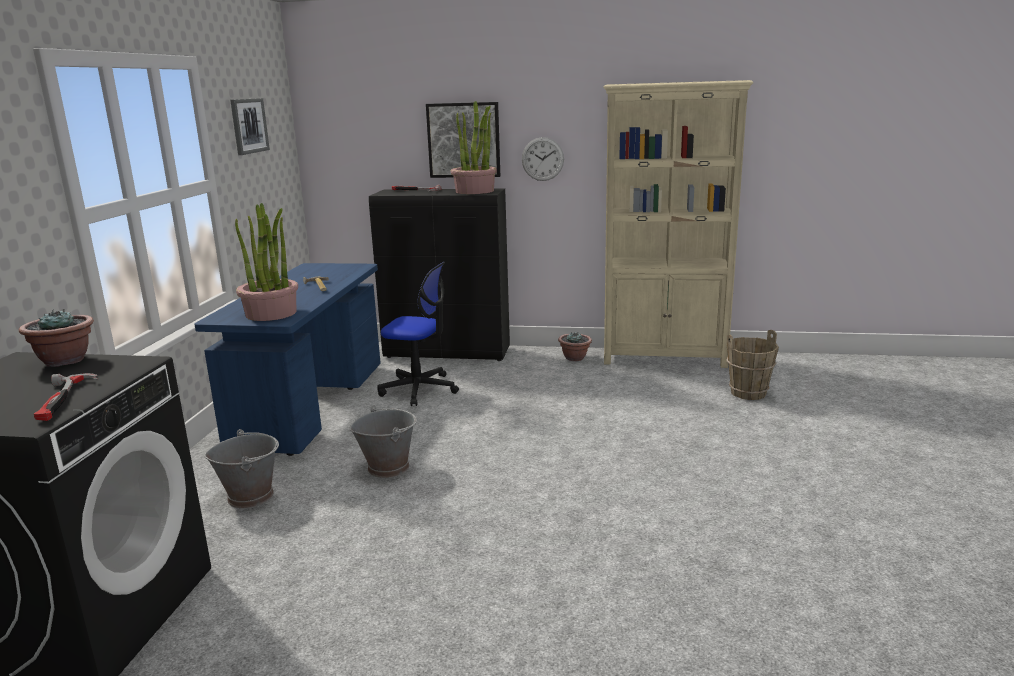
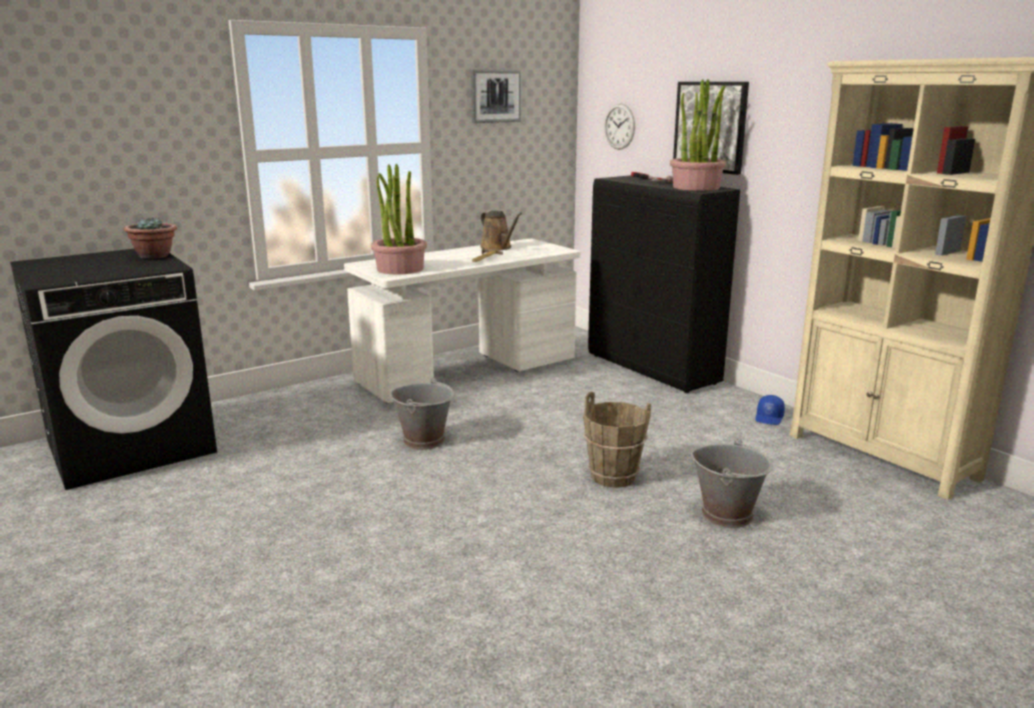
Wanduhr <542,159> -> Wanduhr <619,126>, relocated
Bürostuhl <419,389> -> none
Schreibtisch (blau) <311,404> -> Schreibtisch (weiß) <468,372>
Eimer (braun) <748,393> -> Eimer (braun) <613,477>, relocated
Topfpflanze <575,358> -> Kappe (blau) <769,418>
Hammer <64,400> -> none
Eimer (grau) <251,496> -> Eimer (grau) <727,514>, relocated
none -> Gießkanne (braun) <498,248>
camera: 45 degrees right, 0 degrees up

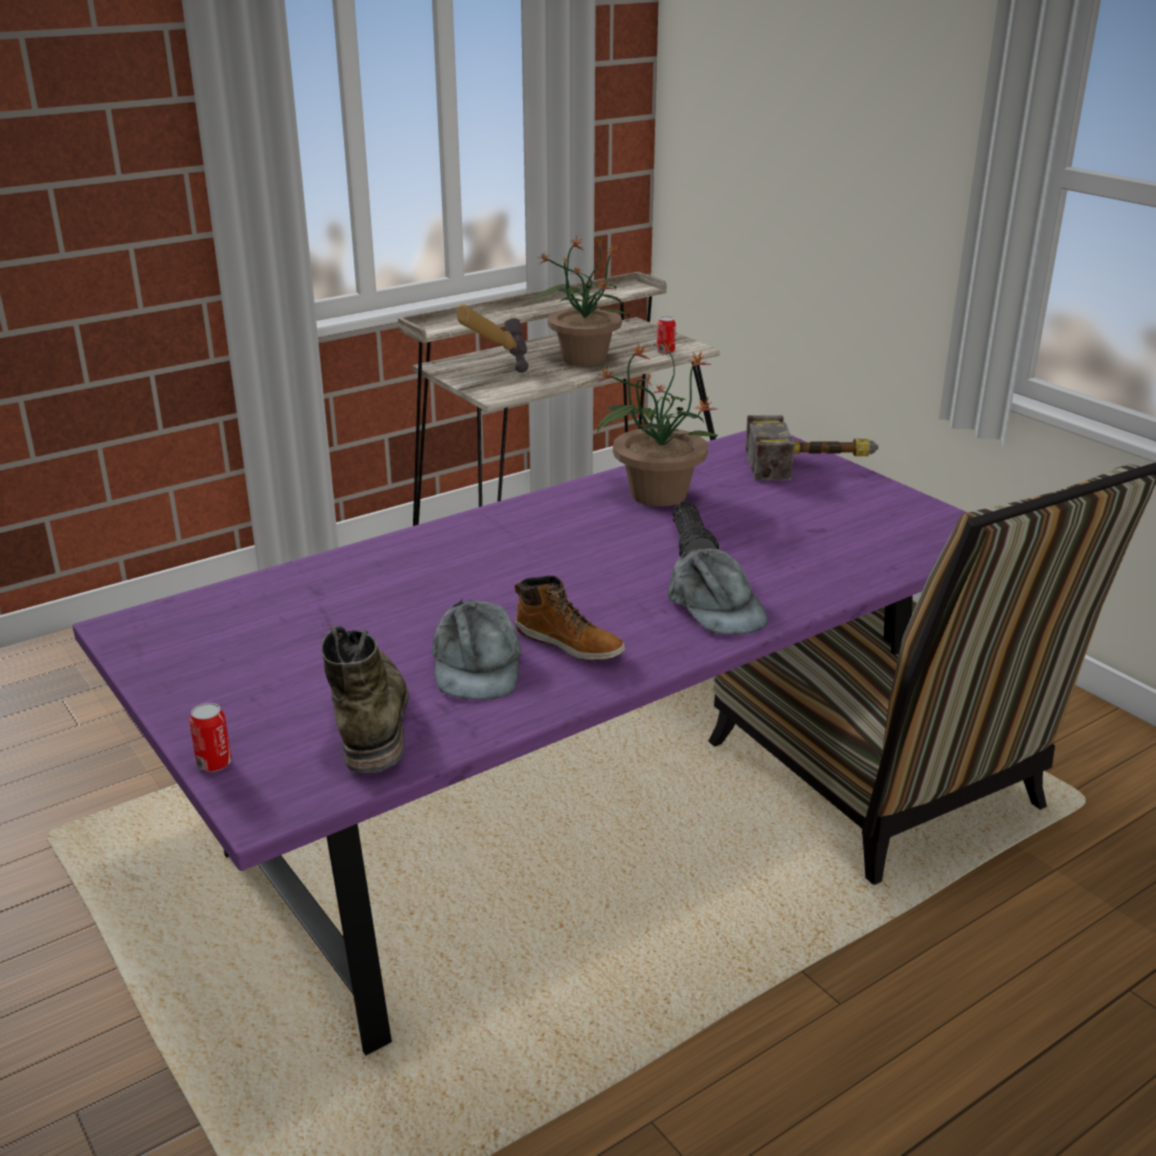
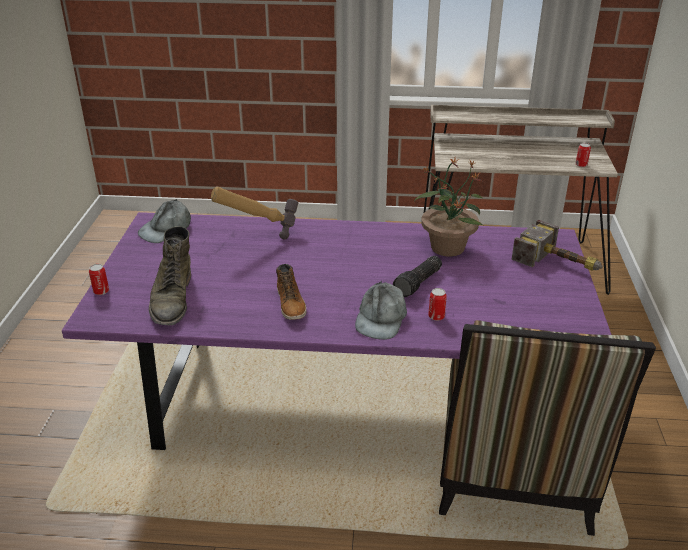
Topfpflanze <583,358> -> none
Hammer <492,379> -> Hammer <258,238>, relocated
Kappe (grau) <476,665> -> Kappe (grau) <166,228>, relocated
Stiefel (grün) <369,717> -> Stiefel (grün) <172,299>, 150 degrees clockwise
none -> Dose <436,316>
camera: 40 degrees right, 5 degrees up

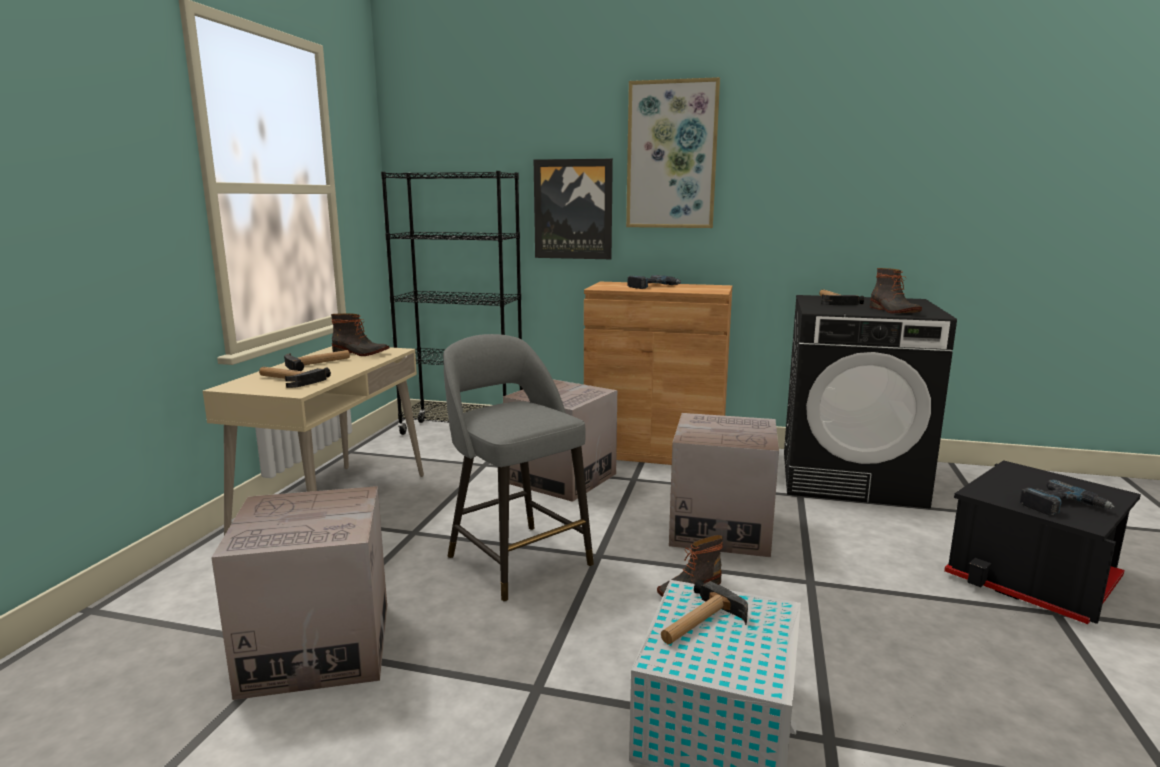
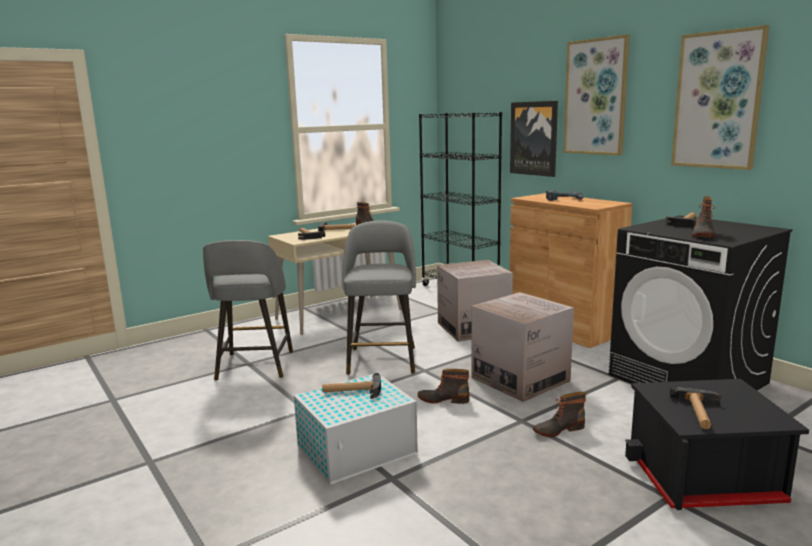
Bohrmaschine <1062,506> -> Hammer <699,413>
Karton <317,647> -> Hocker (grau) <254,366>
none -> Bild <718,100>
none -> Stiefel <558,429>
camera: 40 degrees right, 0 degrees up

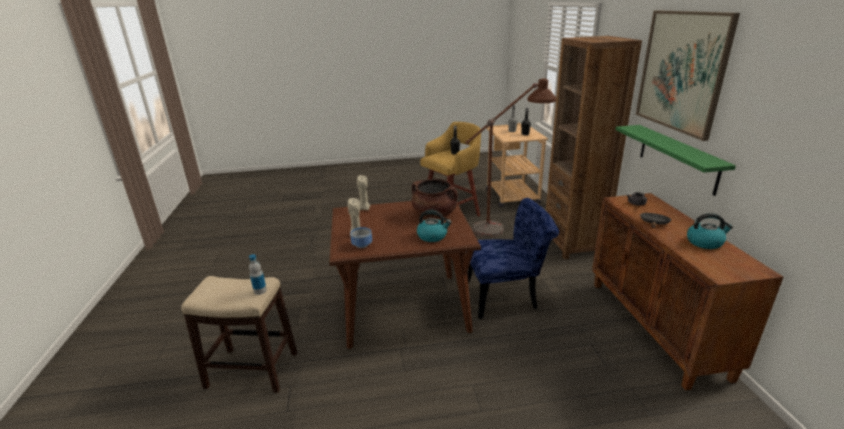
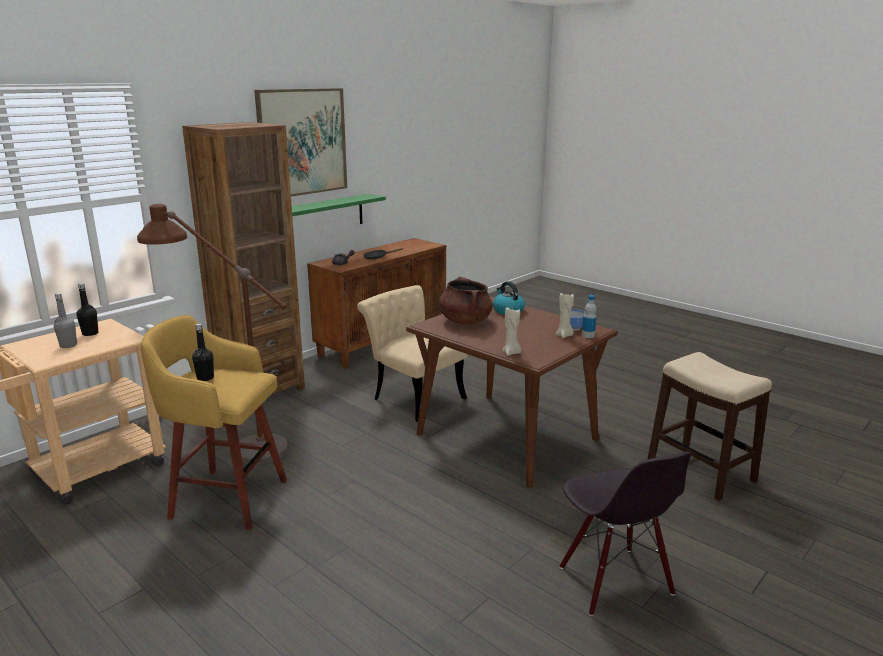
Stuhl (blau) <507,296> -> Stuhl (beige) <413,397>
Wasserkessel <705,242> -> none
Flasche <260,291> -> Flasche <588,335>, relocated
none -> Stuhl (schwarz) <614,581>
camera: 130 degrees left, 5 degrees down

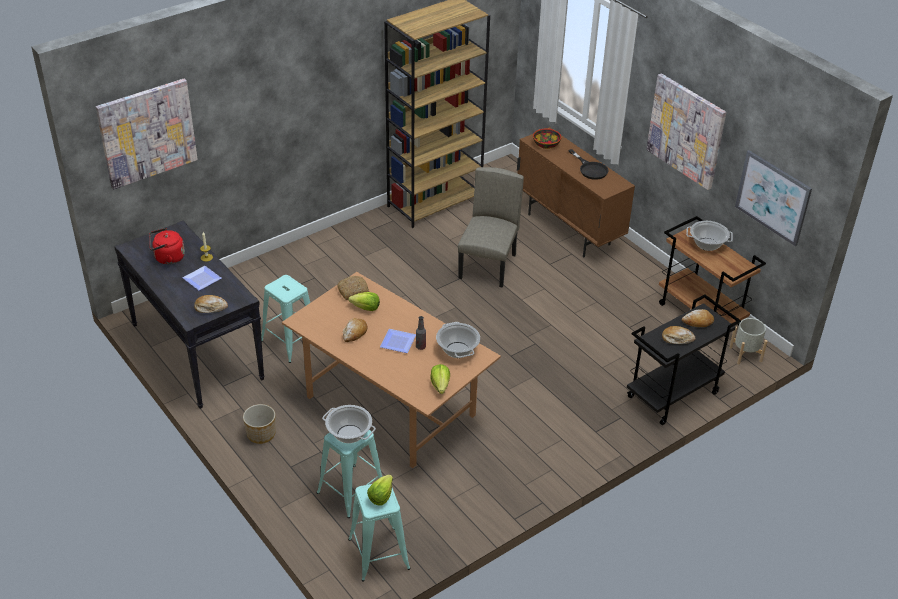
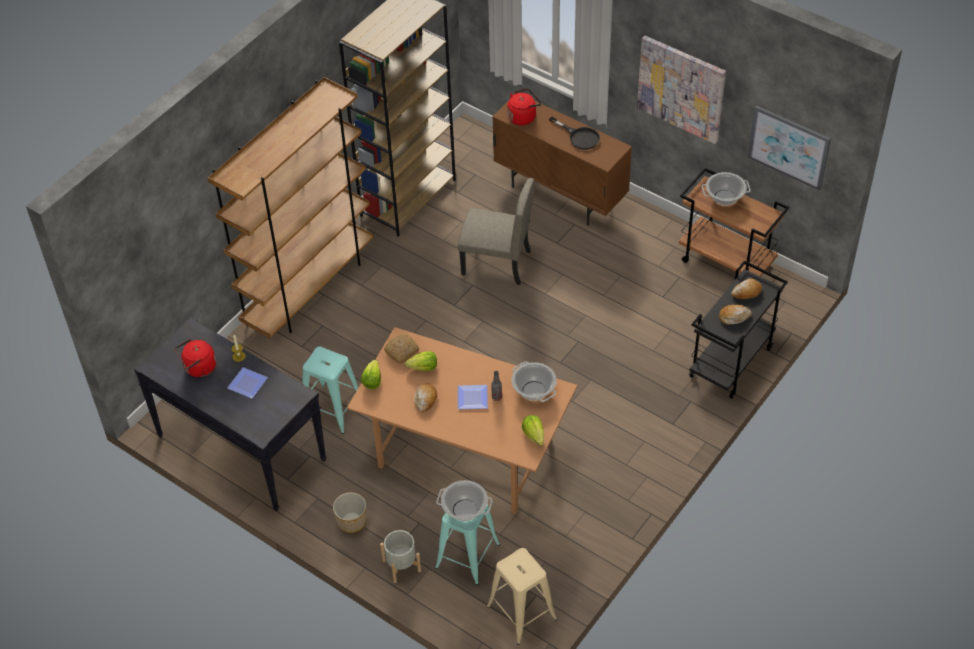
Bild <147,132> -> none
Schüssel <546,145> -> Wasserkessel (rot) <523,117>
Stuhl (beige) <488,266> -> Stuhl (beige) <496,263>, 105 degrees clockwise
Brot <210,307> -> none
Pflanzkübel (grau) <745,354> -> Pflanzkübel (grau) <401,566>, relocated
Salatkopf <381,496> -> Salatkopf <372,380>, relocated
Hocker (türkis) <379,554> -> Hocker (beige) <521,612>
none -> Bücherregal (braun) <309,288>
camera: 15 degrees left, 10 degrees up

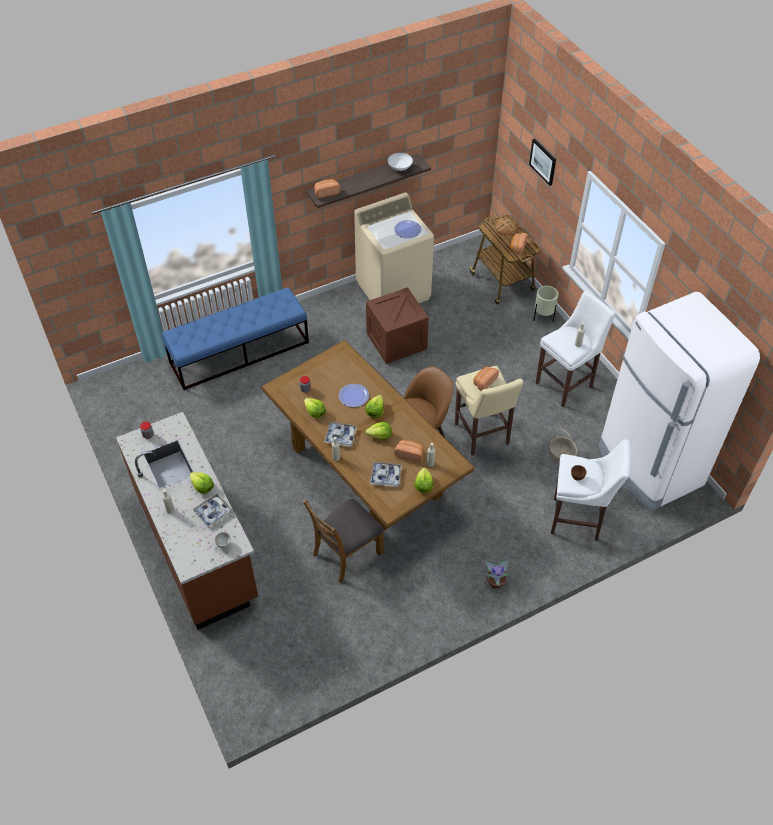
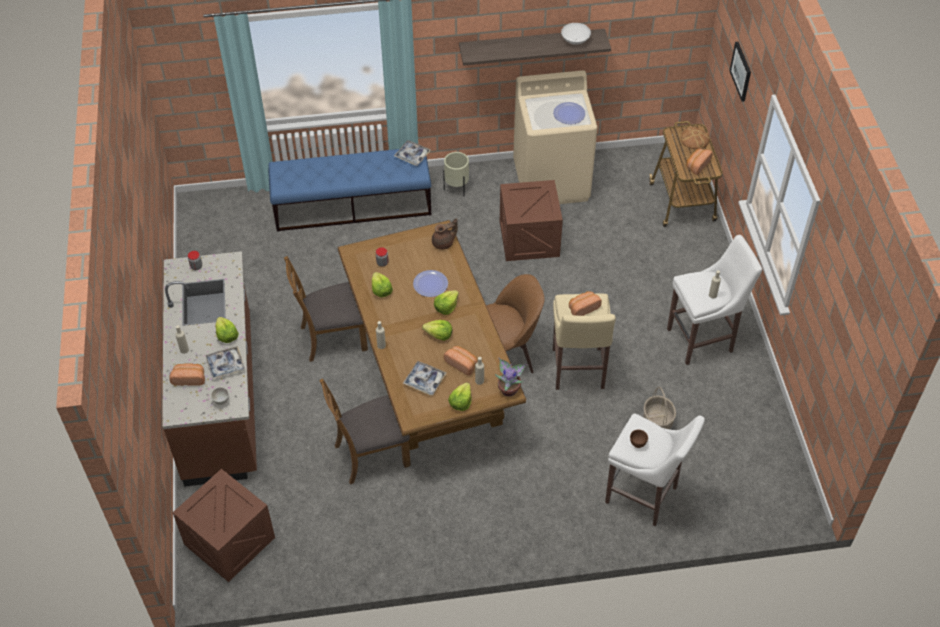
Brot <326,192> -> Brot <189,378>, relocated
Pflanzkübel (beige) <543,317> -> Pflanzkübel (beige) <457,189>, relocated
Kühlschrank (weiß) <649,467> -> none
Tablett <340,436> -> Tablett <412,155>, relocated
Topfpflanze <495,581> -> Topfpflanze <509,389>, relocated
none -> Teekanne (braun) <444,243>
none -> Stuhl (braun) <332,337>
none -> Kiste <229,541>
camera: 20 degrees right, 0 degrees up

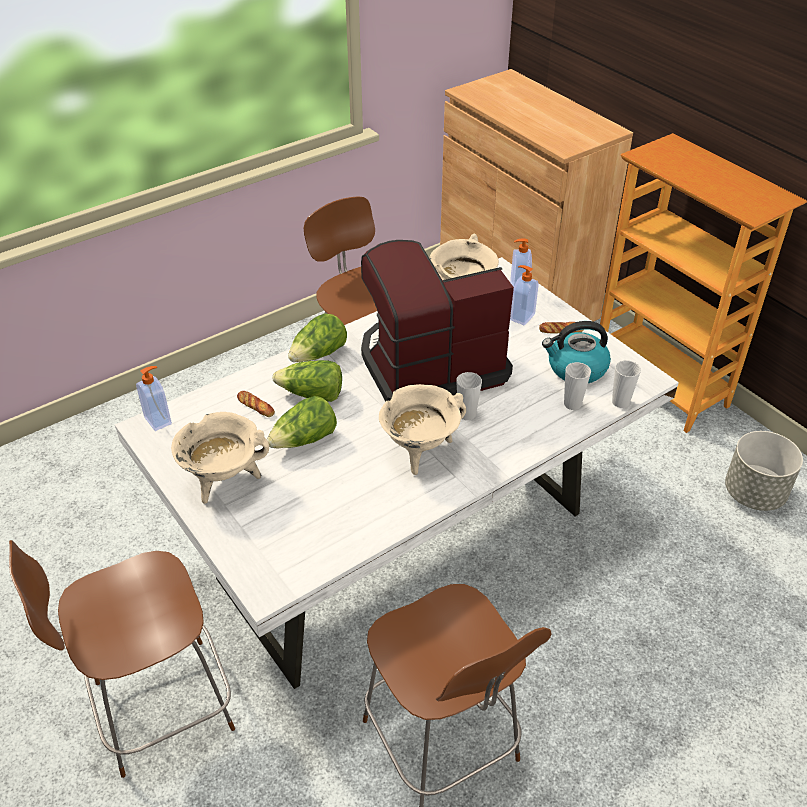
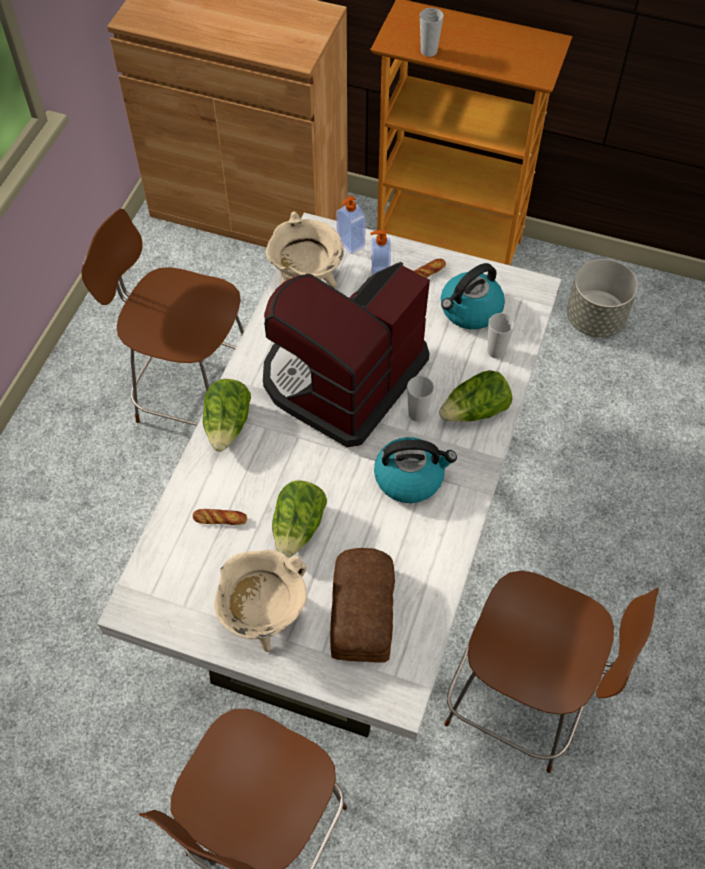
Salatkopf <312,395> -> Salatkopf <475,411>, relocated
Tasse <620,402> -> Tasse <429,51>, relocated
Seifenspender <159,420> -> none
Kochtopf (beige) <420,451> -> Wasserkessel <410,477>
none -> Brot <364,611>
camera: 35 degrees left, 15 degrees up

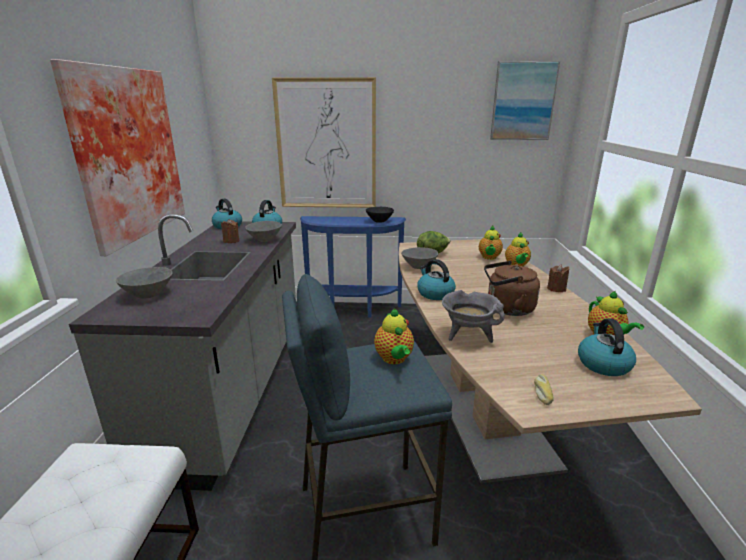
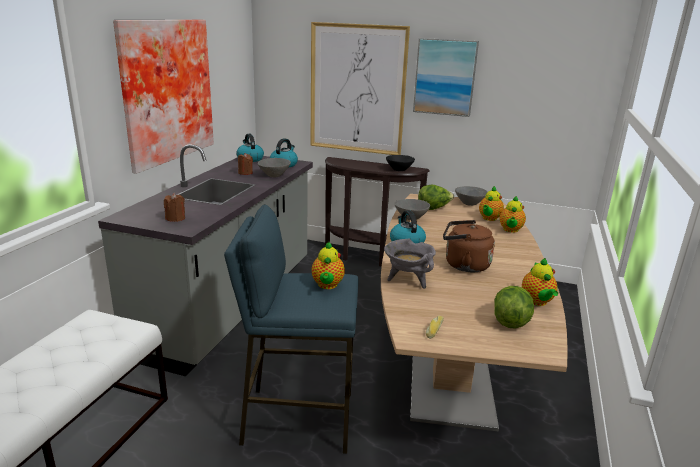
Bild <523,101> -> Bild <445,77>, relocated
Konsolentisch (blau) <353,310> -> Konsolentisch (braun) <367,257>
Kerze (braun) <556,289> -> Kerze (braun) <175,218>, relocated
Schüssel (grau) <149,294> -> Schüssel (grau) <470,203>, relocated
Wasserkessel <602,364> -> Salatkopf <510,320>
camera: 15 degrees right, 0 degrees up

